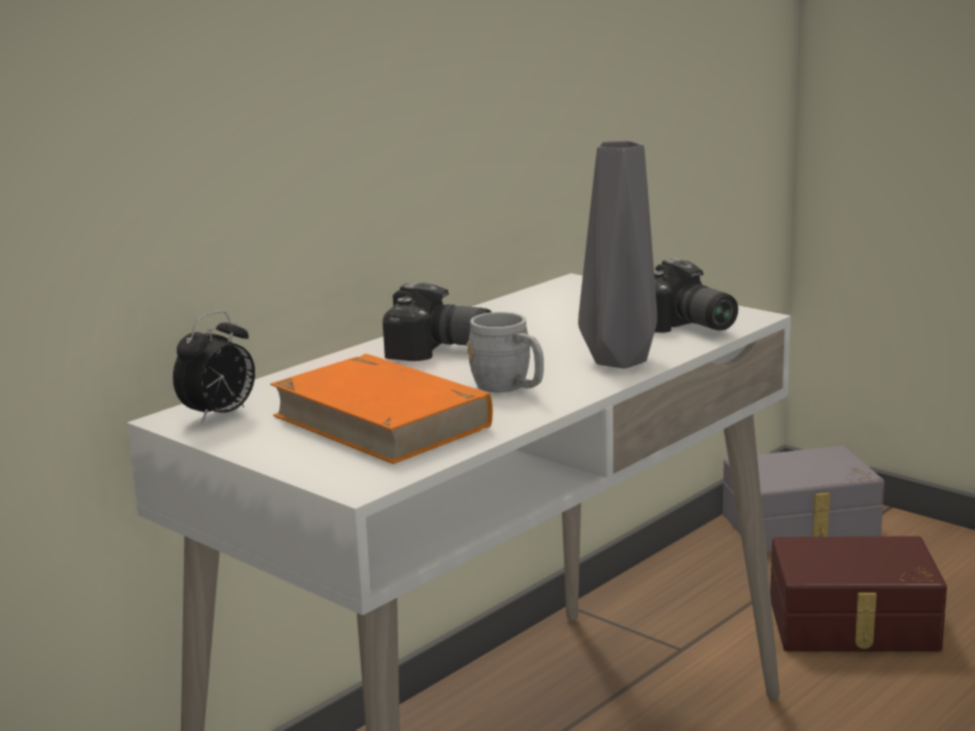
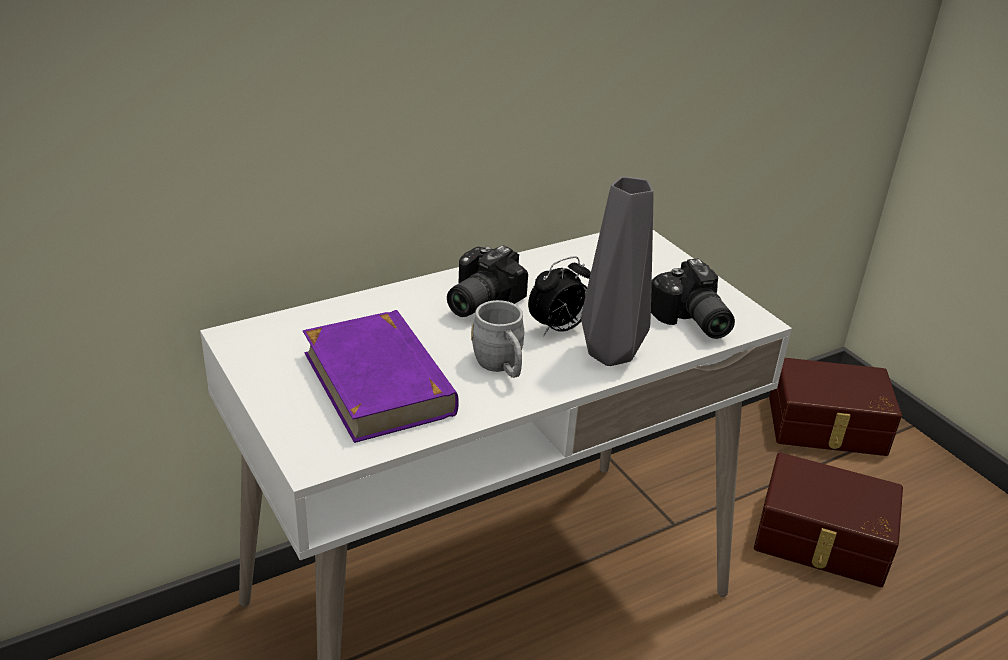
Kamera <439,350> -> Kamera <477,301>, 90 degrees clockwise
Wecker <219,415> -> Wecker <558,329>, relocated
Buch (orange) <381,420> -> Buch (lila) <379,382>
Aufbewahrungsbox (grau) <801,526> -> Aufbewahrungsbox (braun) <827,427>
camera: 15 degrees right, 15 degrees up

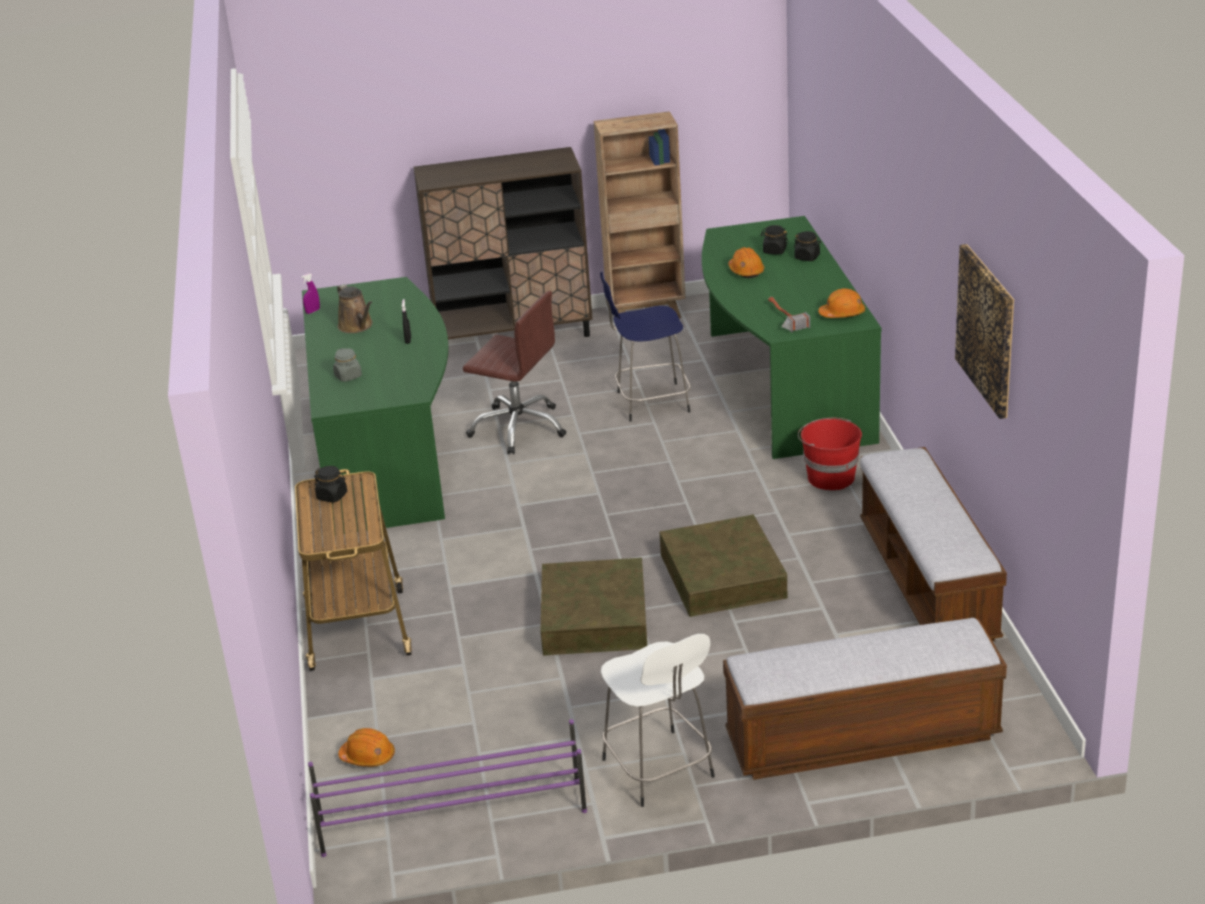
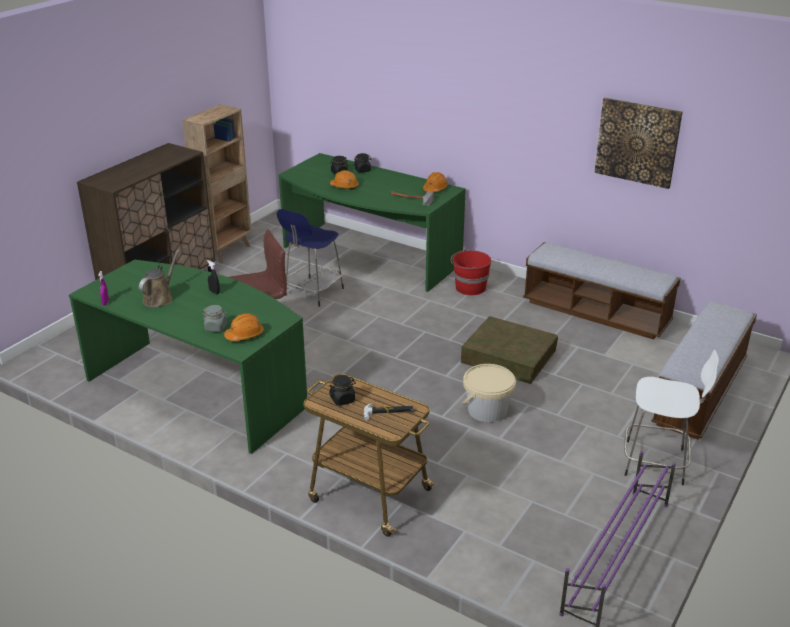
Gießkanne (braun) <357,326> -> Gießkanne (braun) <160,298>, 75 degrees counterclockwise
Aufbewahrungsbox (braun) <594,617> -> Eimer (beige) <487,410>
Schutzhelm (orange) <368,757> -> Schutzhelm (orange) <245,335>, relocated
none -> Hammer <388,412>
camera: 50 degrees left, 0 degrees up

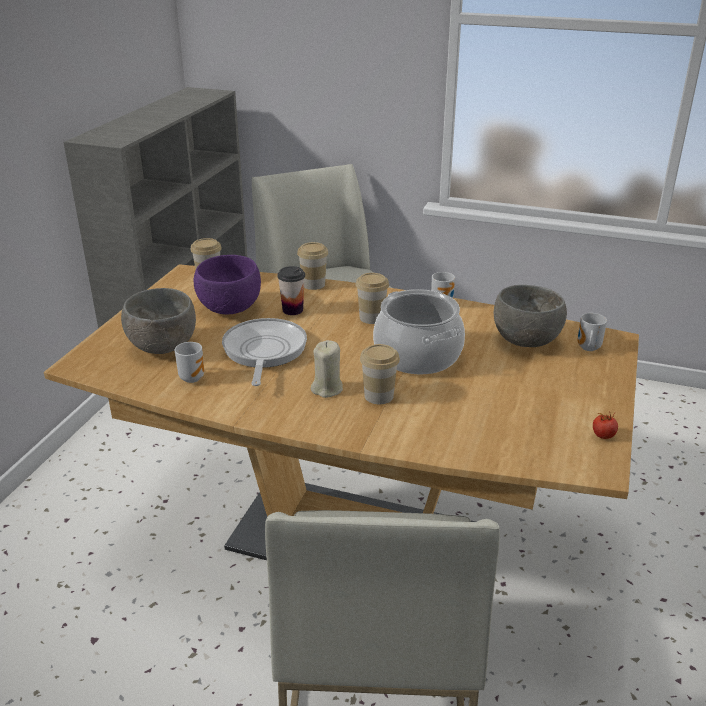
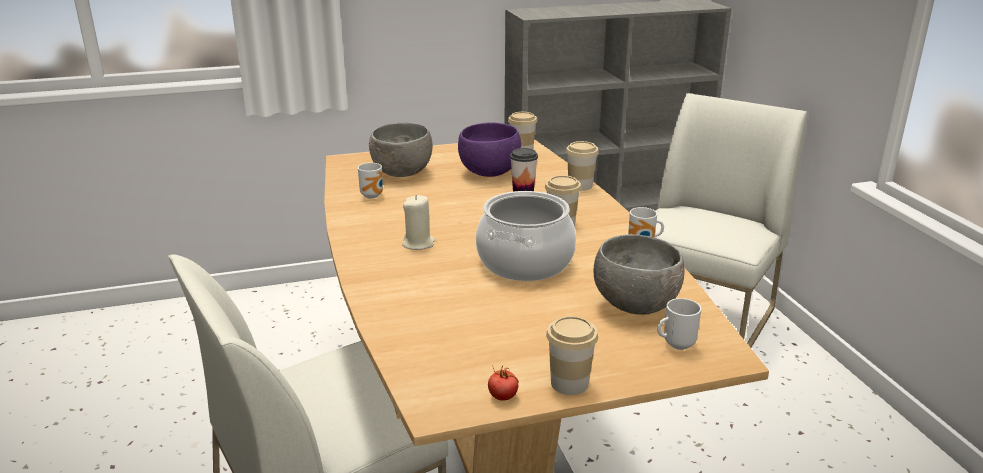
Pfanne <264,352> -> none
Tasse <379,396> -> Tasse <569,383>, relocated
camera: 55 degrees right, 5 degrees down

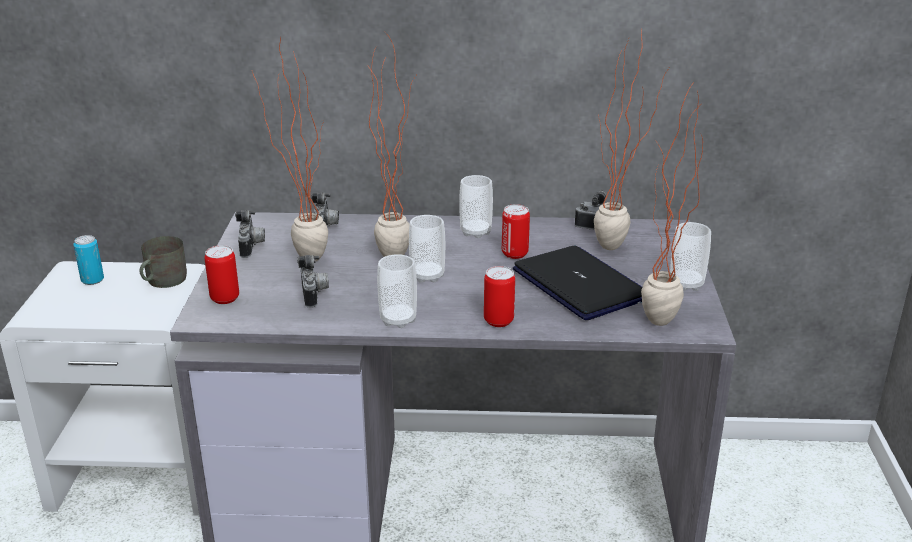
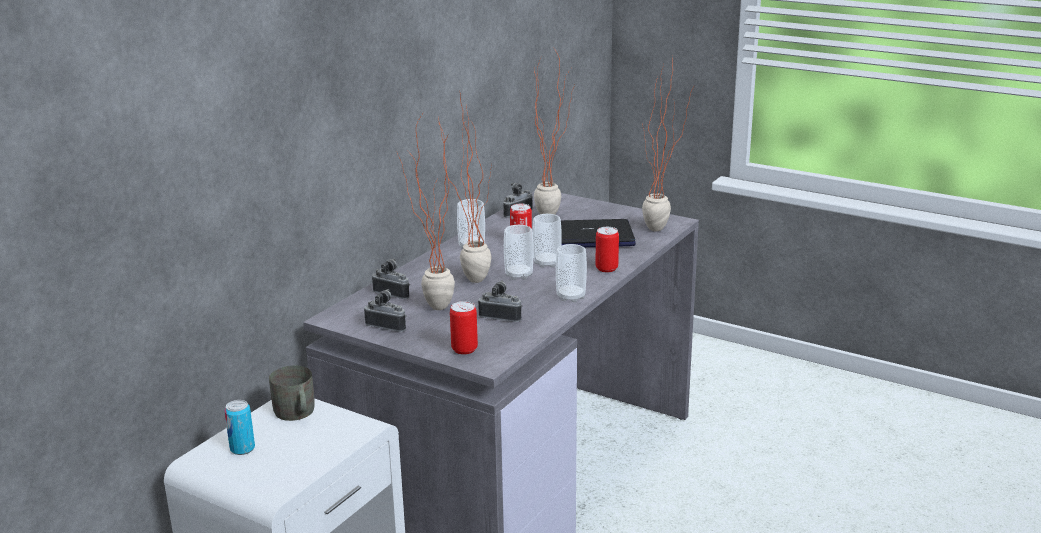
Tasse <686,284> -> Tasse <547,263>, relocated
camera: 60 degrees left, 5 degrees down

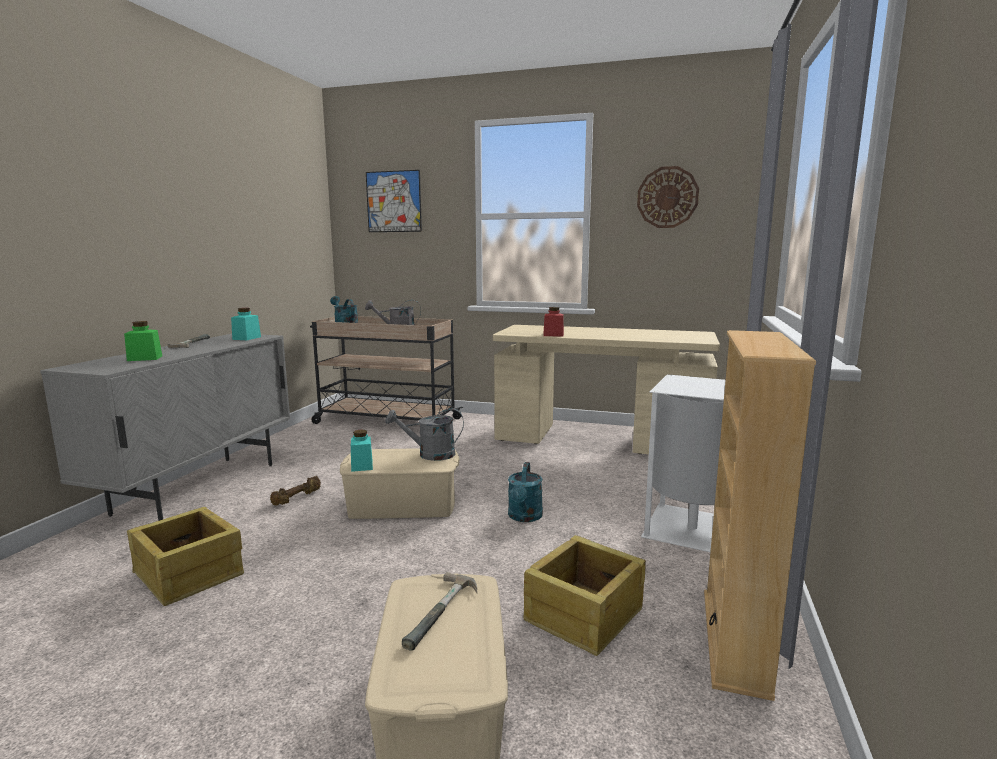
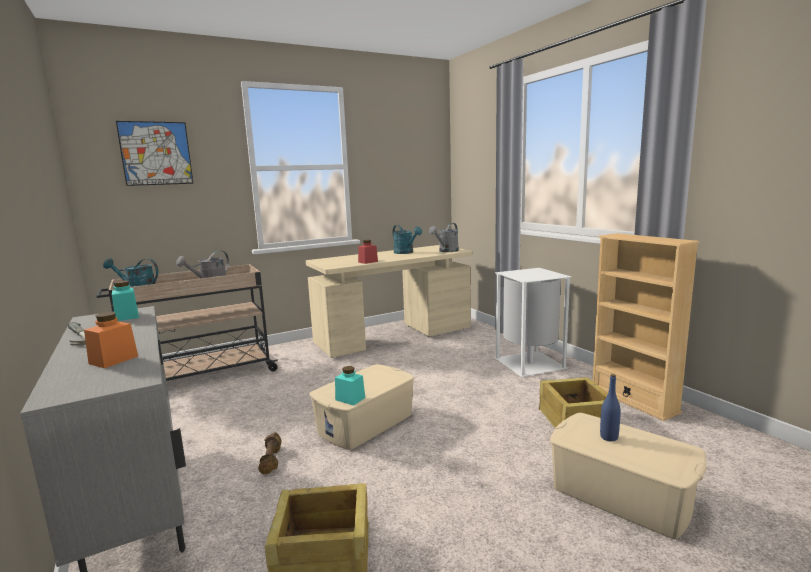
Wanduhr <667,197> -> none
Vorratsglas (grün) <145,358> -> Vorratsglas (orange) <113,360>
Gießkanne (grau) <429,455> -> Gießkanne (grau) <446,251>, relocated
Gießkanne (türkis) <524,517> -> Gießkanne (türkis) <406,253>, relocated
Hammer <444,614> -> Flasche (blau) <609,437>
camera: 45 degrees left, 0 degrees up

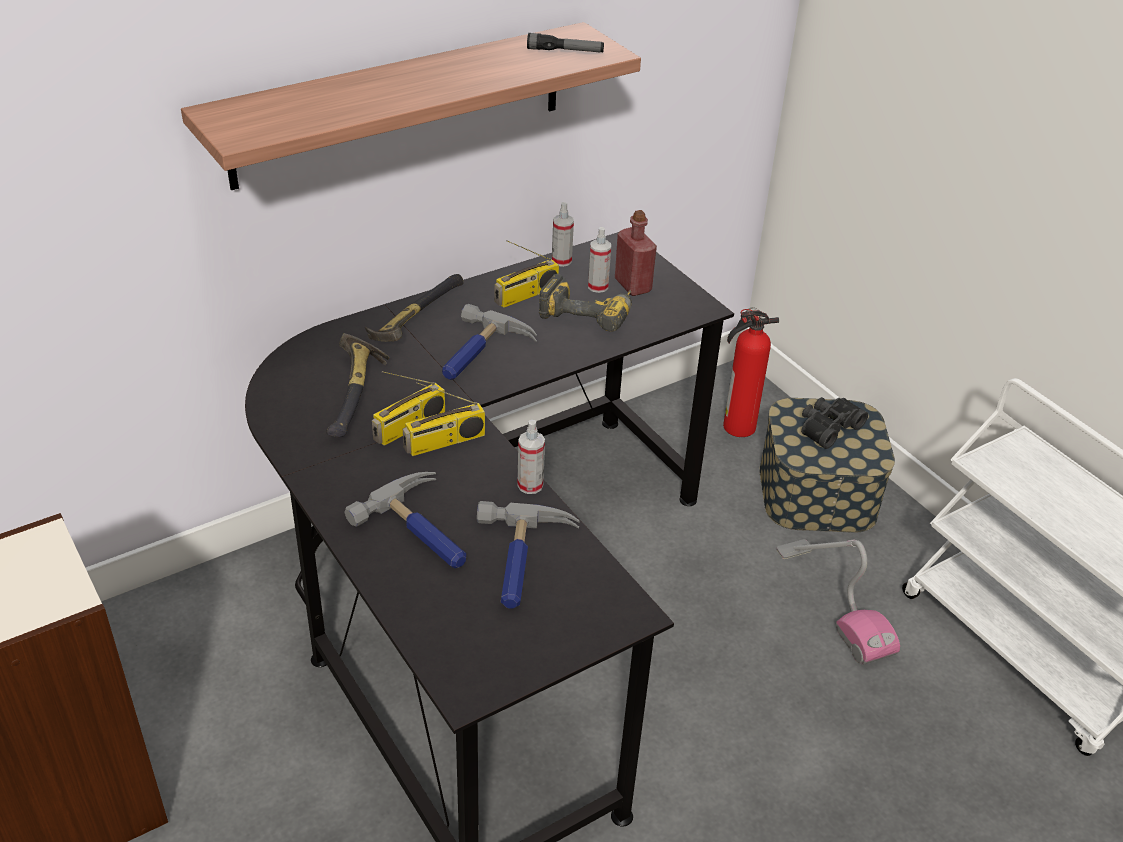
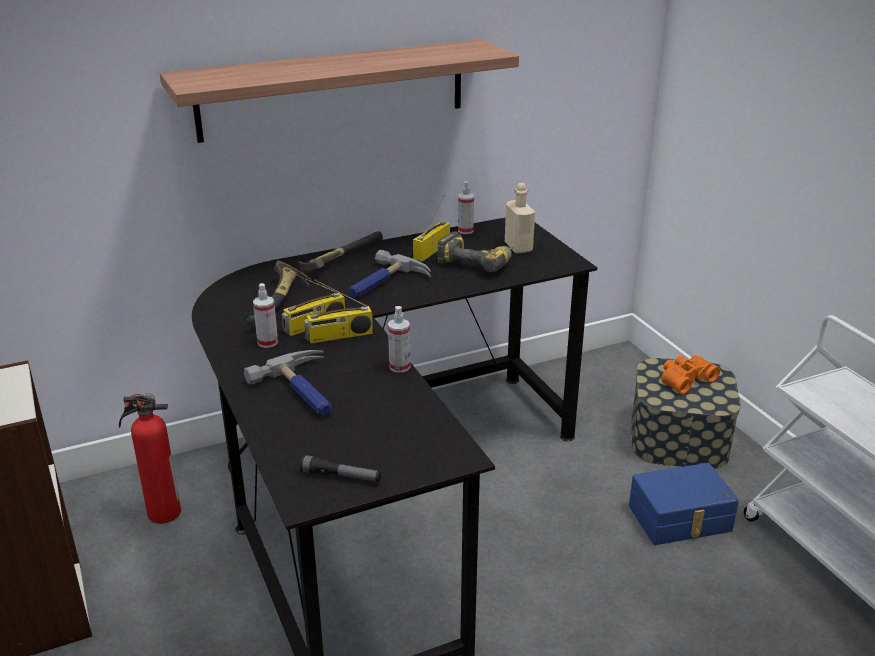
Taschenlampe <565,51> -> Taschenlampe <341,476>, relocated
Flasche (rot) <633,285> -> Flasche (beige) <518,247>
Sprühflasche <598,286> -> Sprühflasche <267,342>, relocated
Radio <526,295> -> Radio <431,250>, 150 degrees clockwise
Feuerlöscher <737,427> -> Feuerlöscher <161,512>, relocated
Fernglas (schwarz) <827,427> -> Fernglas (orange) <685,379>
Hammer <523,562> -> none
Staubsauger <833,602> -> Aufbewahrungsbox (blau) <681,519>
camera: 10 degrees right, 10 degrees down

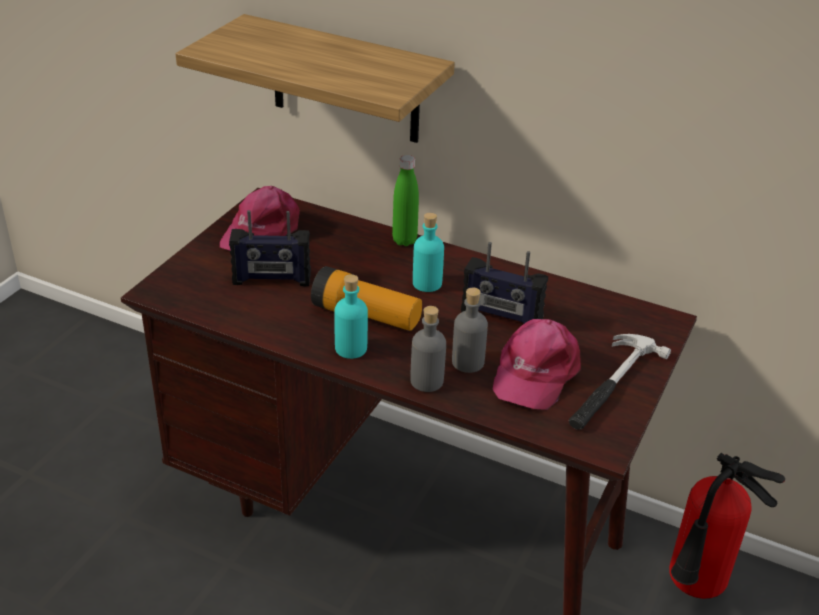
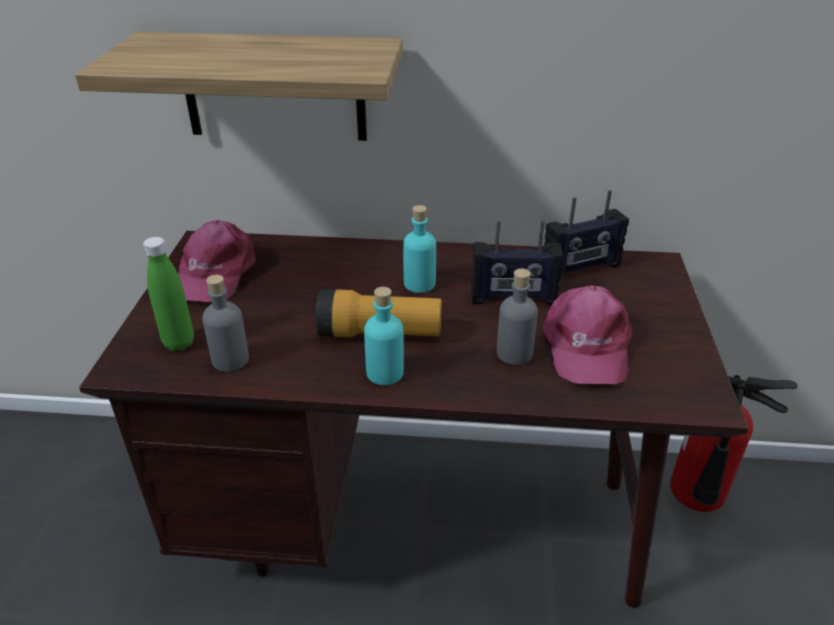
Flasche (grün) <404,240> -> Flasche (grün) <179,343>, relocated
Radio <271,280> -> Radio <581,269>, relocated
Flasche (grau) <427,381> -> Flasche (grau) <230,360>, relocated
Hammer <611,385> -> none
camera: 20 degrees left, 0 degrees up

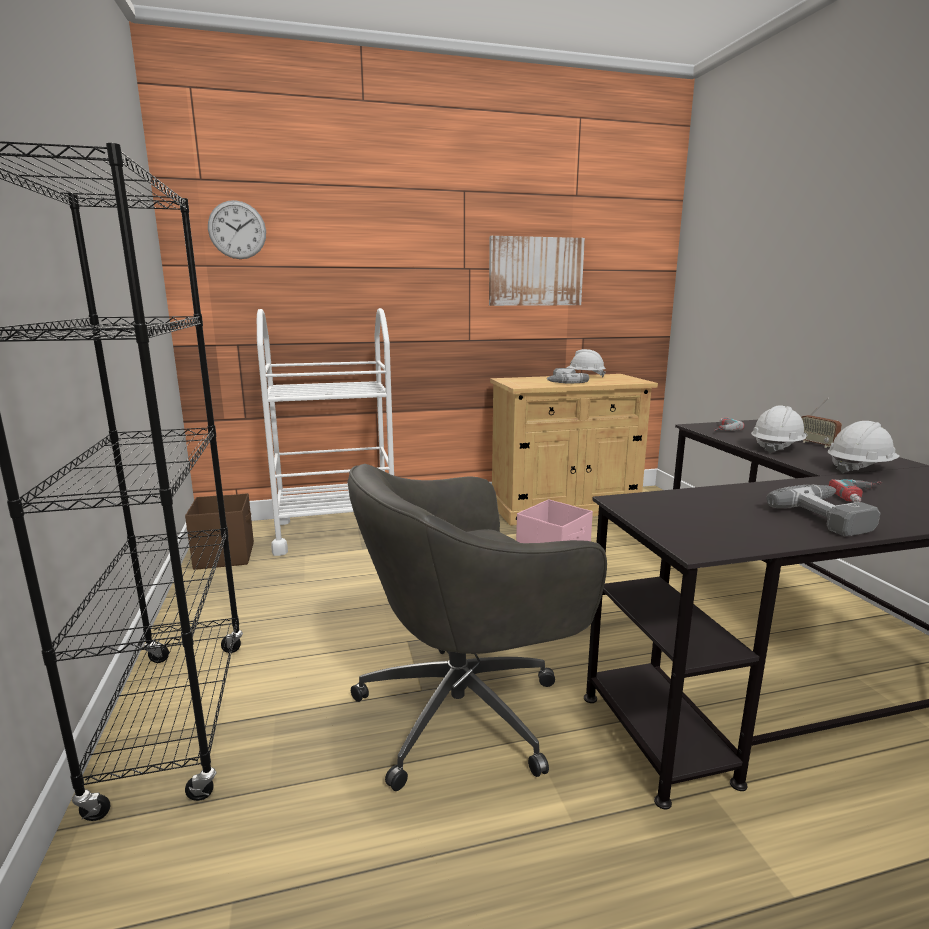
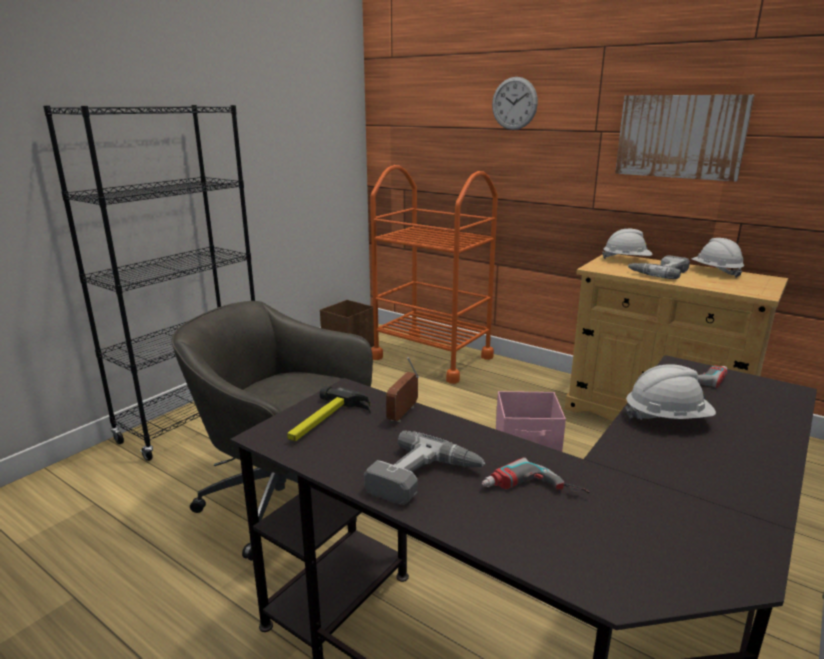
Wanduhr <237,230> -> Wanduhr <514,103>, relocated
Rollwagen (weiß) <336,531> -> Rollwagen (orange) <432,357>
Radio <816,444> -> Radio <403,413>, relocated
Schutzhelm (weiß) <859,468> -> Schutzhelm (weiß) <626,260>, relocated
none -> Hammer <326,422>
camera: 50 degrees right, 5 degrees up

